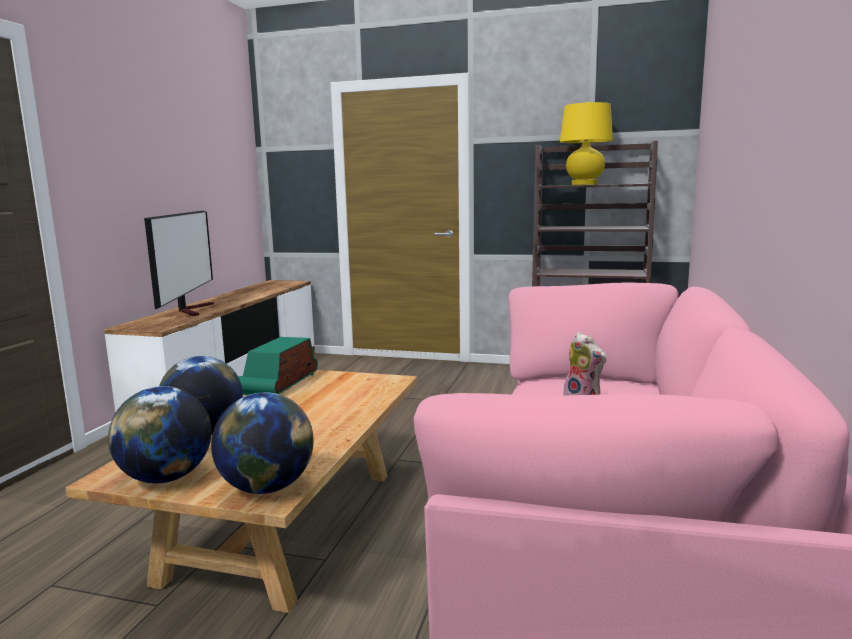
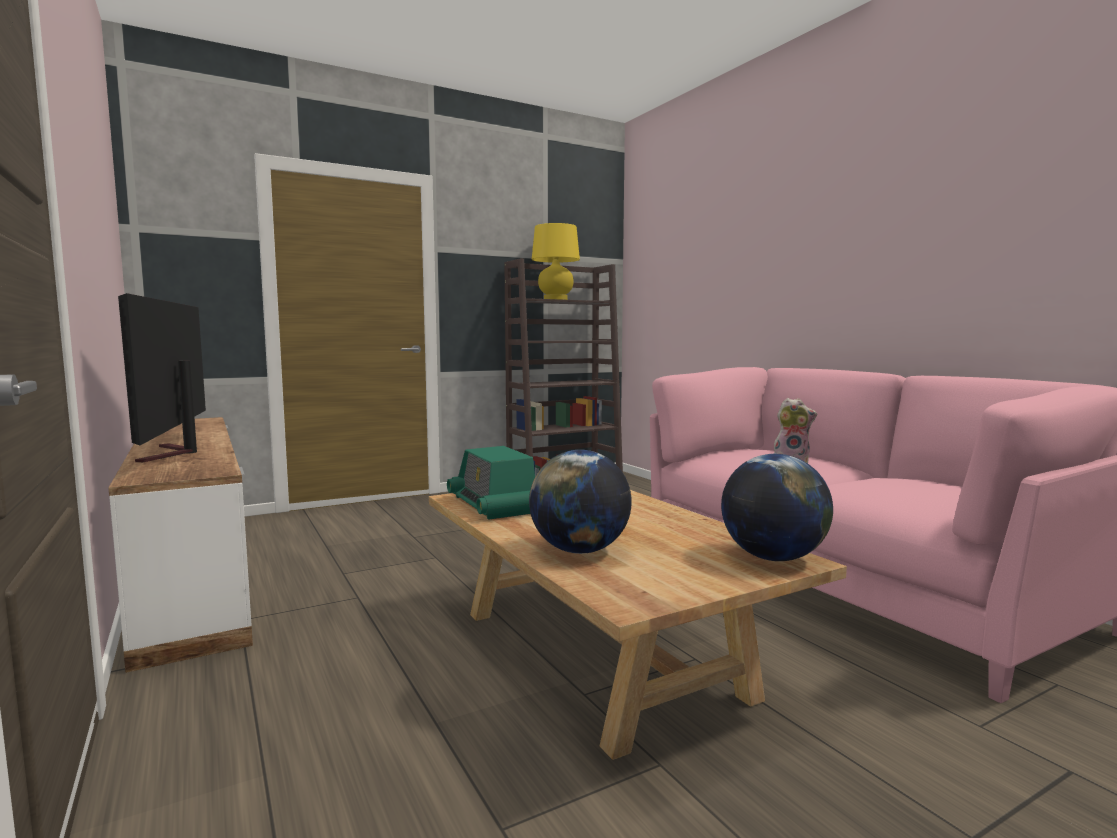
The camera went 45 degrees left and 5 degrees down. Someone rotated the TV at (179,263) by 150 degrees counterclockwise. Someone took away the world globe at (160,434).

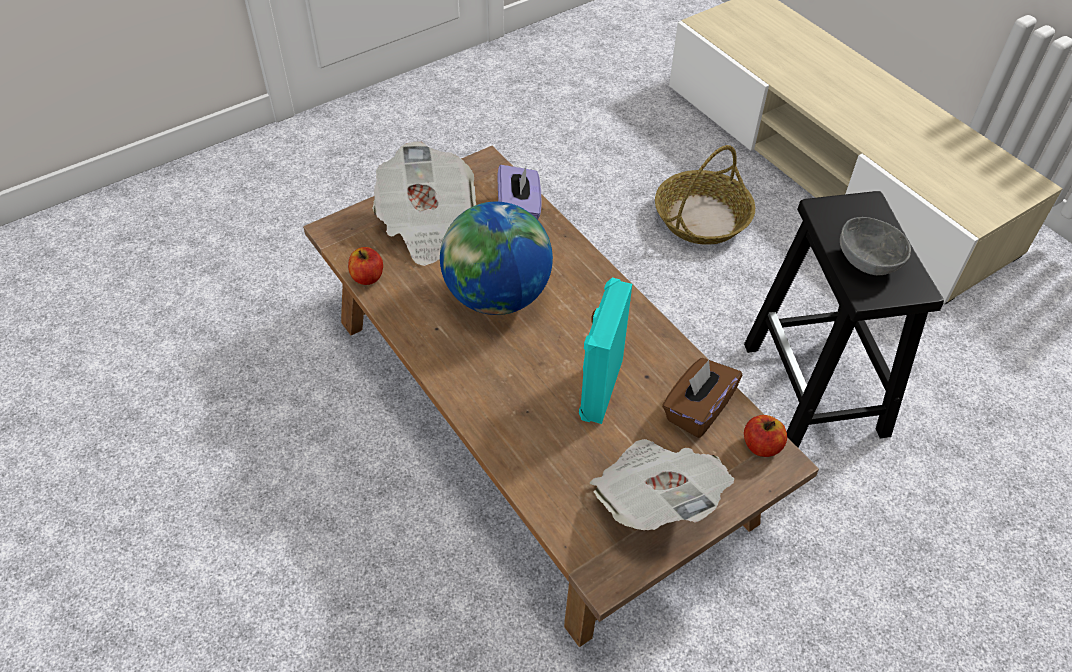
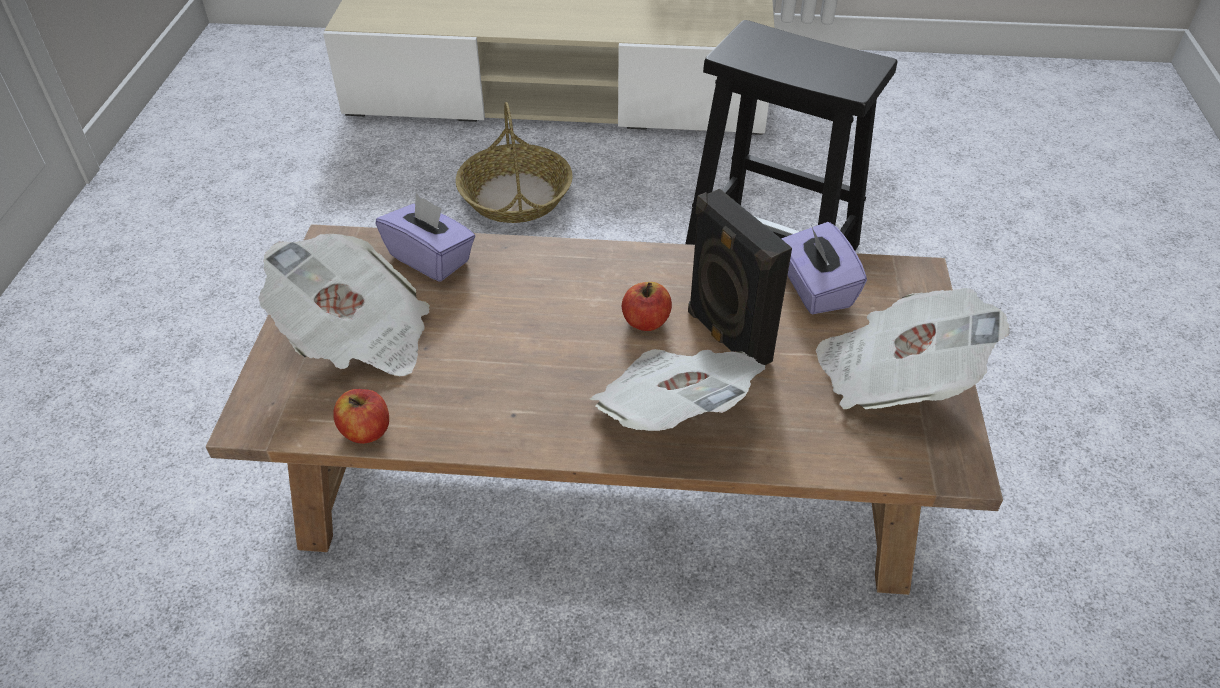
The camera went 50 degrees left and 5 degrees down. Someone put down the daily paper at (677,390). Someone carried the apple fruit from (765,436) to (647,306). Someone repainted the blue-green loudspeaker at (605,351), which became the blackish loudspeaker at (740,277). Someone repainted the brownish box of tissues at (702,398), which became the purplish box of tissues at (824,268). Someone took away the world globe at (496,258). Someone took away the greyish bowl at (875,246).

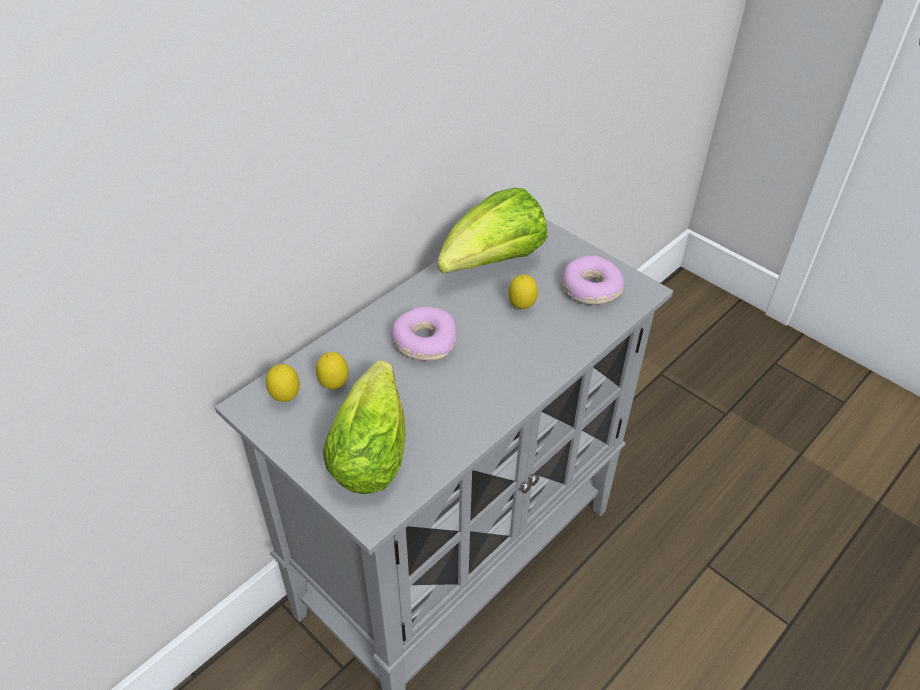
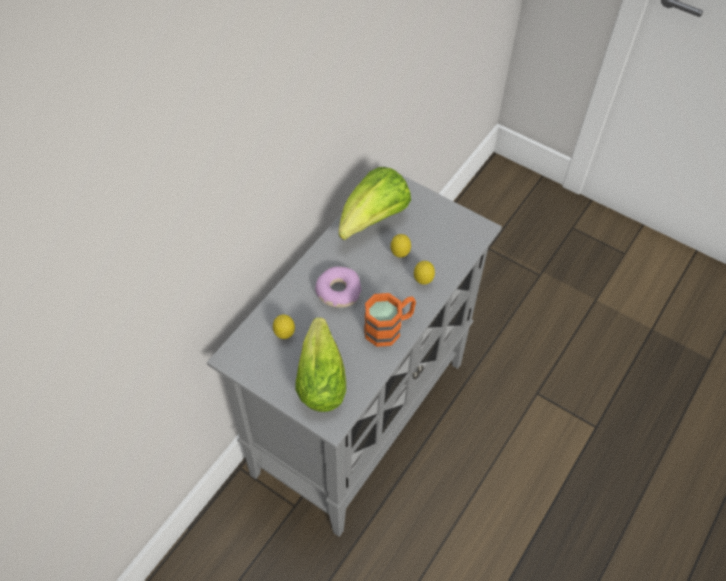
The camera went 10 degrees left and 10 degrees up. Someone put down the orange mug at (390,320). Someone carried the citrus fruit from (283,383) to (424,273). Someone took away the doughnut at (593,280).

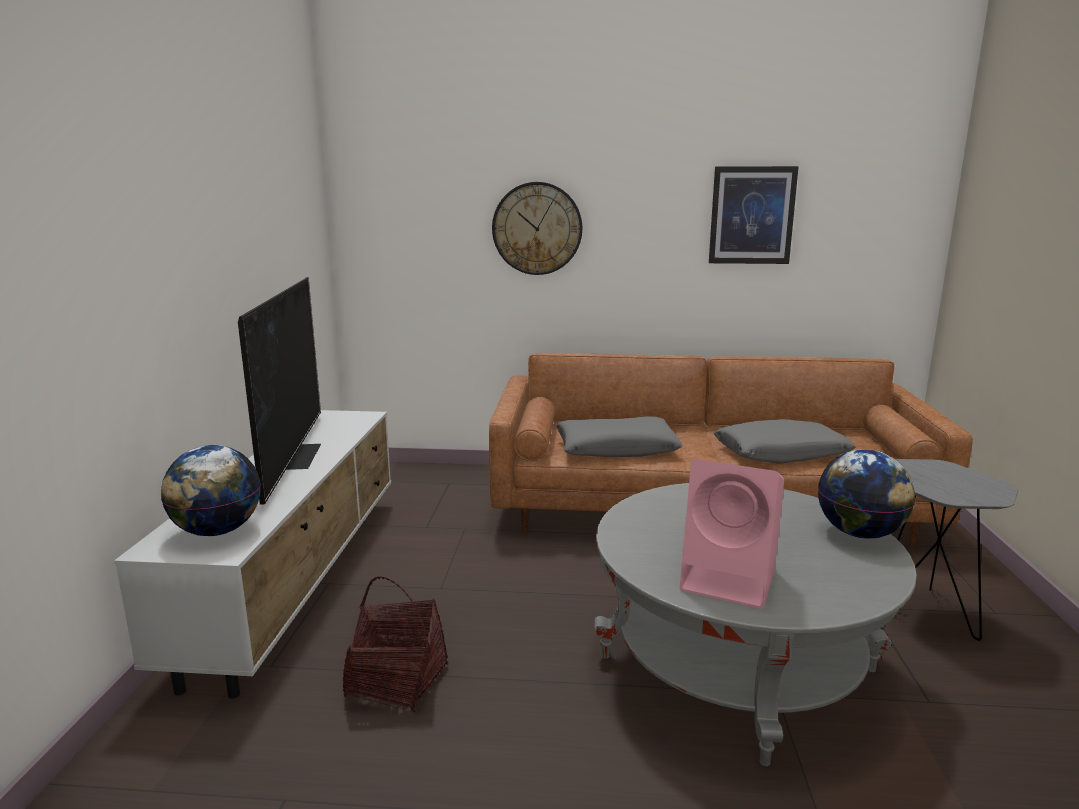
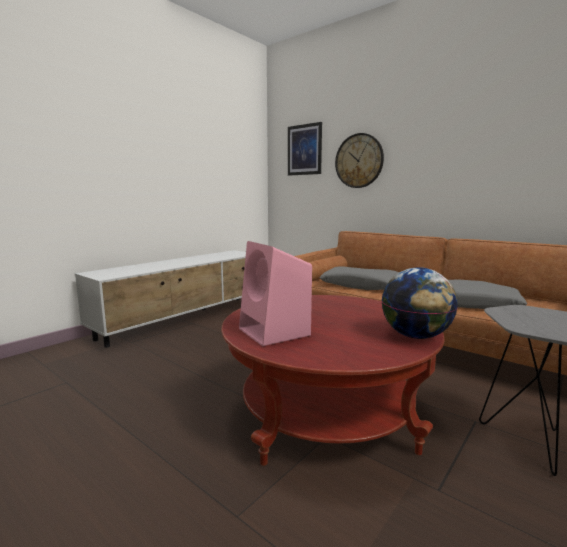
The camera went 35 degrees right and 5 degrees down. Someone repainted the greyish lounge table at (756,624), which became the reddish lounge table at (332,380). Someone carried the wall art from (754,215) to (305,149). Someone took away the world globe at (211,490). Someone took away the TV at (279,391). Someone took away the storage basket at (395,644).

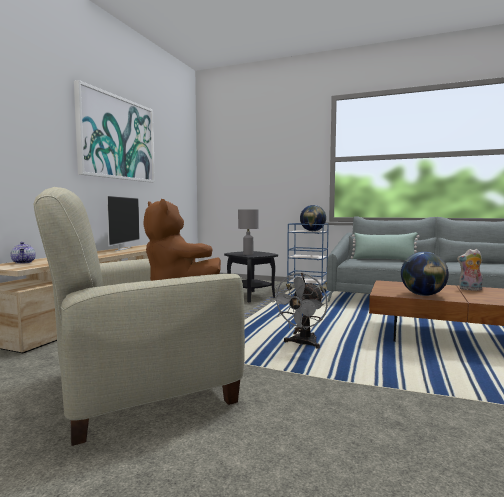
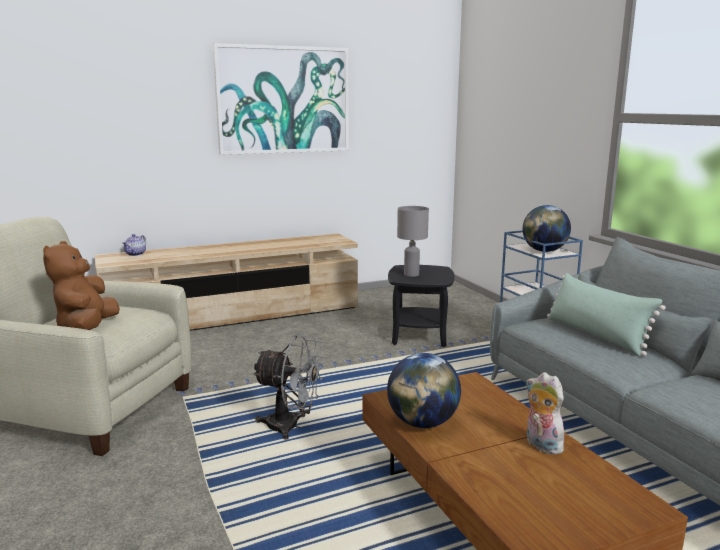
The camera went 45 degrees right and 10 degrees up. Someone rotated the greyish electric fan at (299,311) by 150 degrees counterclockwise. Someone took away the TV at (123,223).

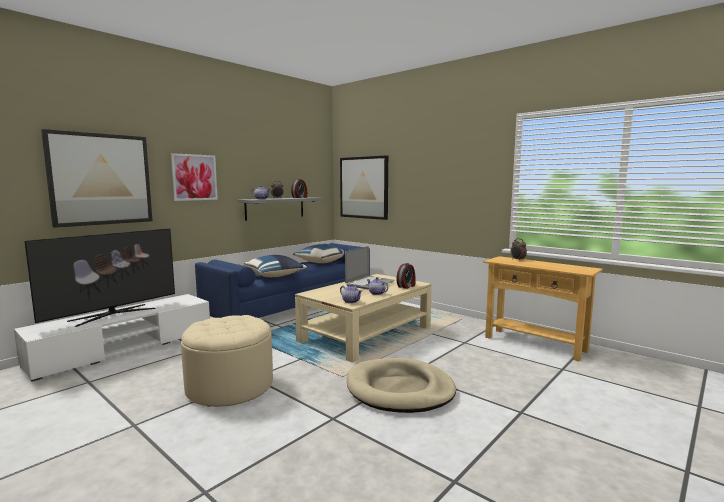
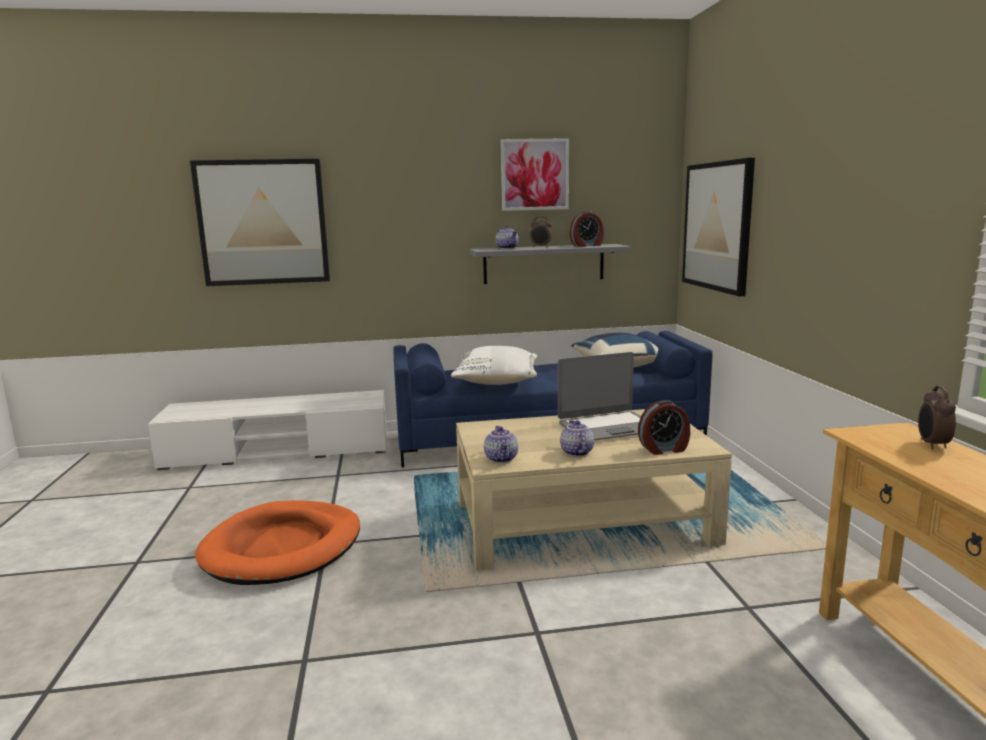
The camera went 40 degrees right and 5 degrees up. Someone swapped the beige ottoman at (227,361) for the orange dog cushion at (277,542). Someone repainted the bluish throw pillow at (275,266), which became the whitish throw pillow at (494,365). Someone carried the wall art from (194,177) to (534,174). Someone took away the TV at (100,278). Someone took away the beige dog cushion at (401,385).

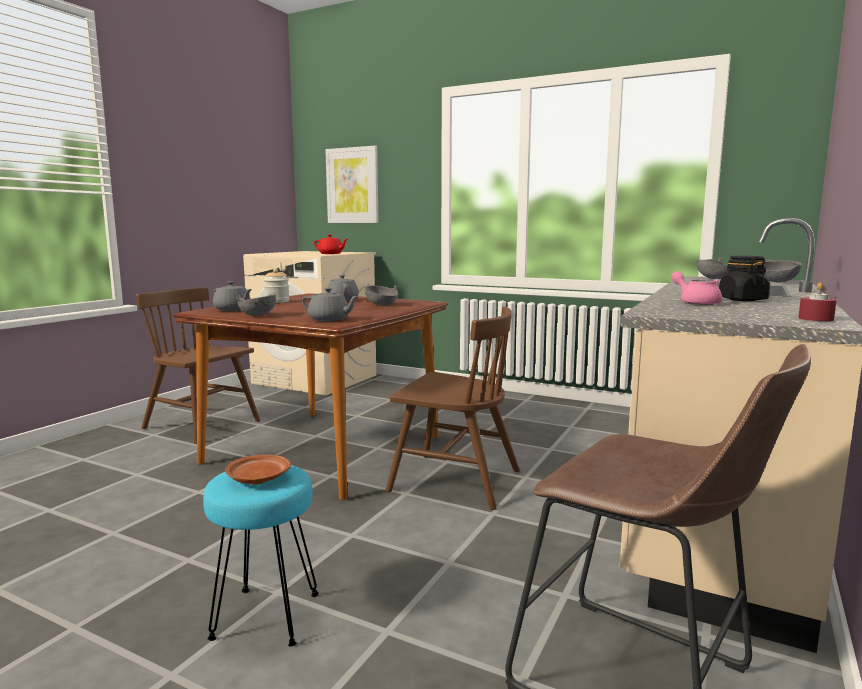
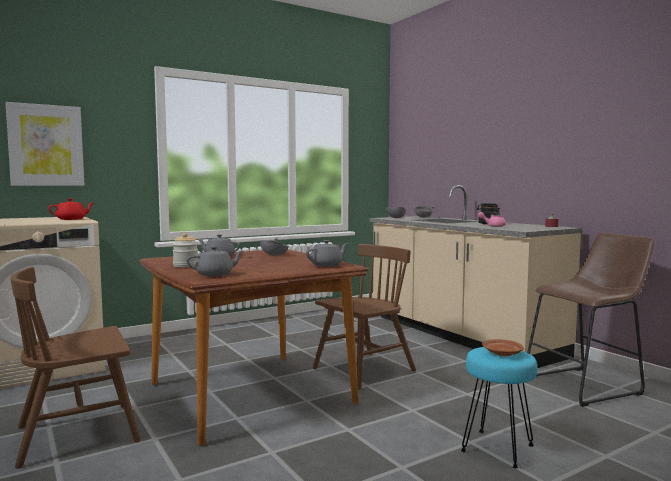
The camera went 60 degrees left and 5 degrees down. Someone took away the greyish bowl at (256,304).

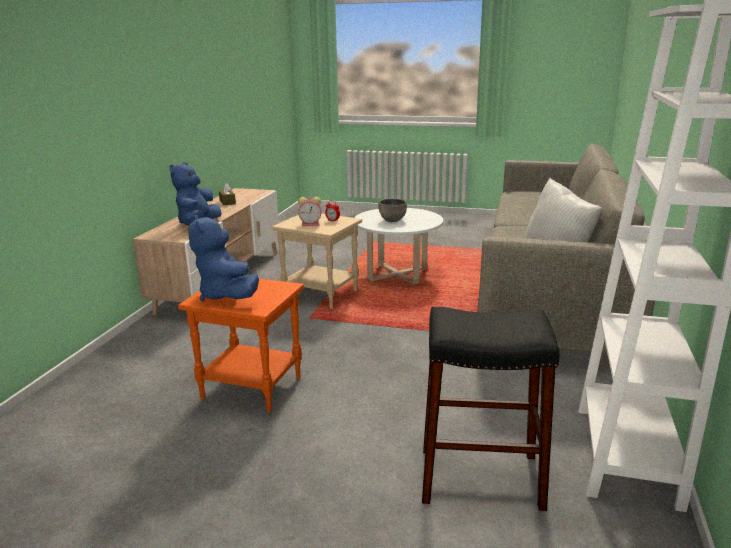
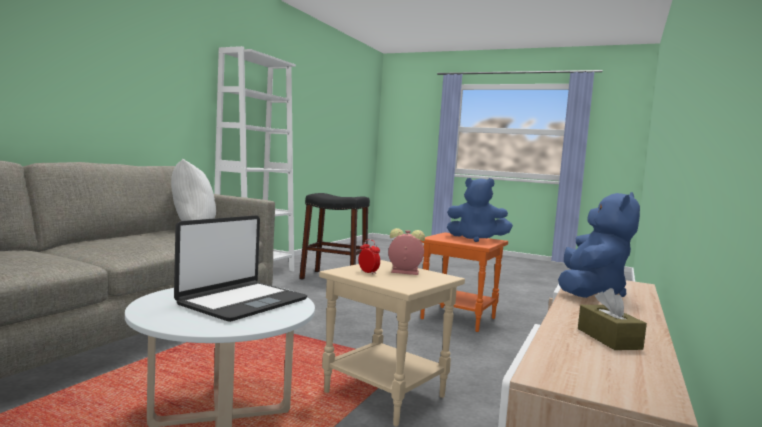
The camera went 170 degrees left and 15 degrees down. Someone swapped the greyish bowl at (392,210) for the notebook computer at (240,268). Someone rotated the bluish soft toy at (223,258) by 120 degrees clockwise.

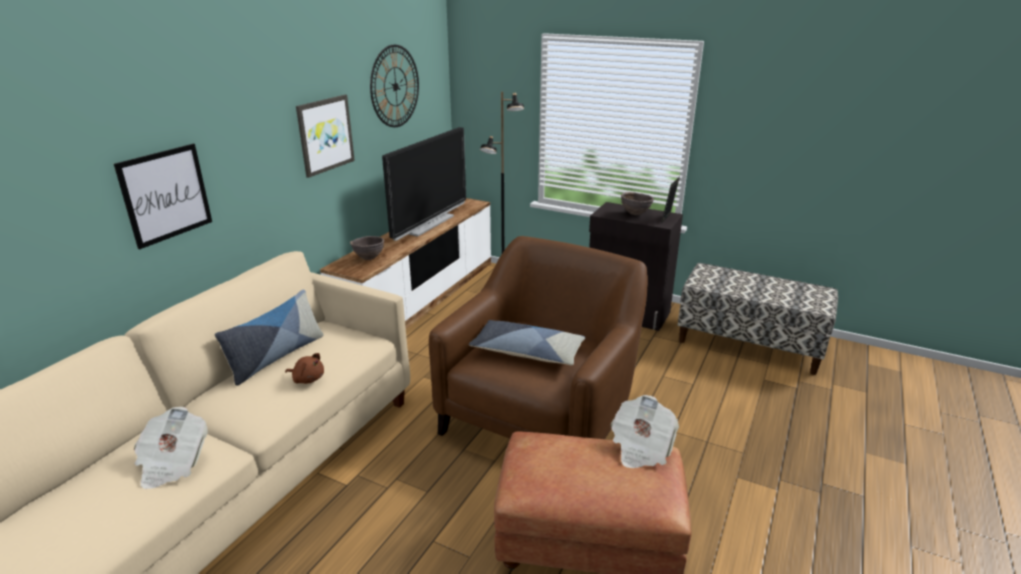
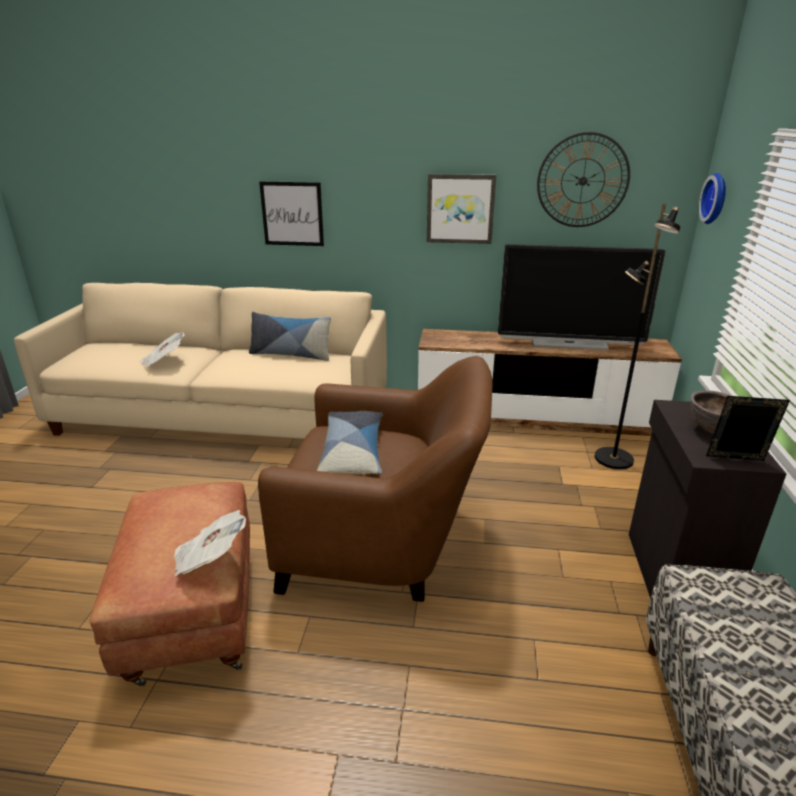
The camera went 70 degrees right and 0 degrees up. Someone put up the wall clock at (712,198). Someone took away the brownish soft toy at (304,368). Someone took away the brownish bowl at (367,248).

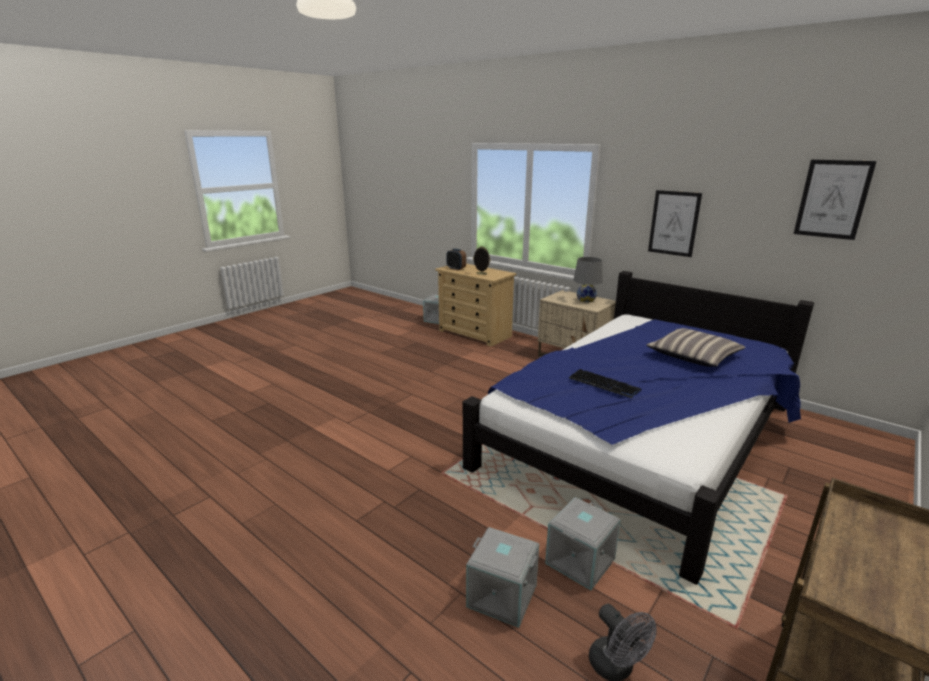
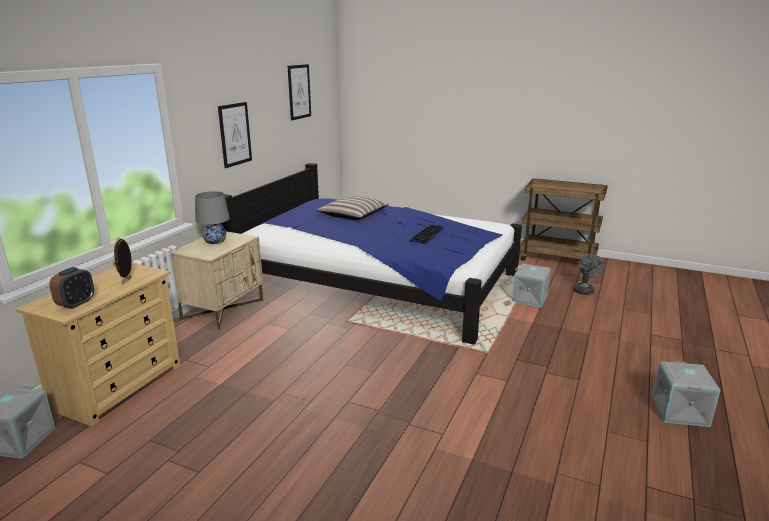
The camera went 105 degrees left and 0 degrees up. Someone carried the greyish storage bin from (502,577) to (686,394).

